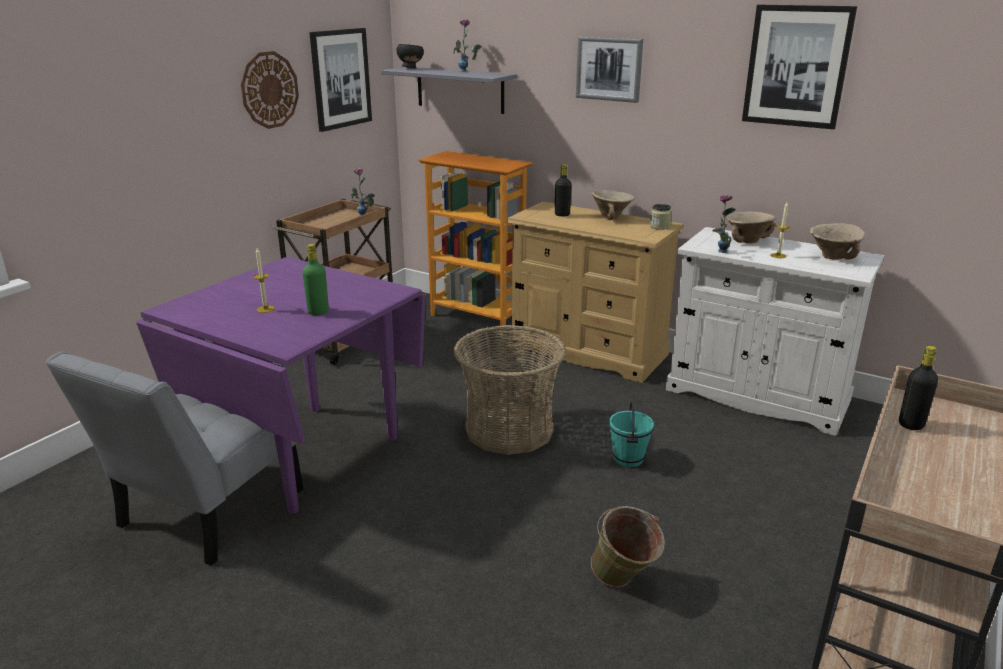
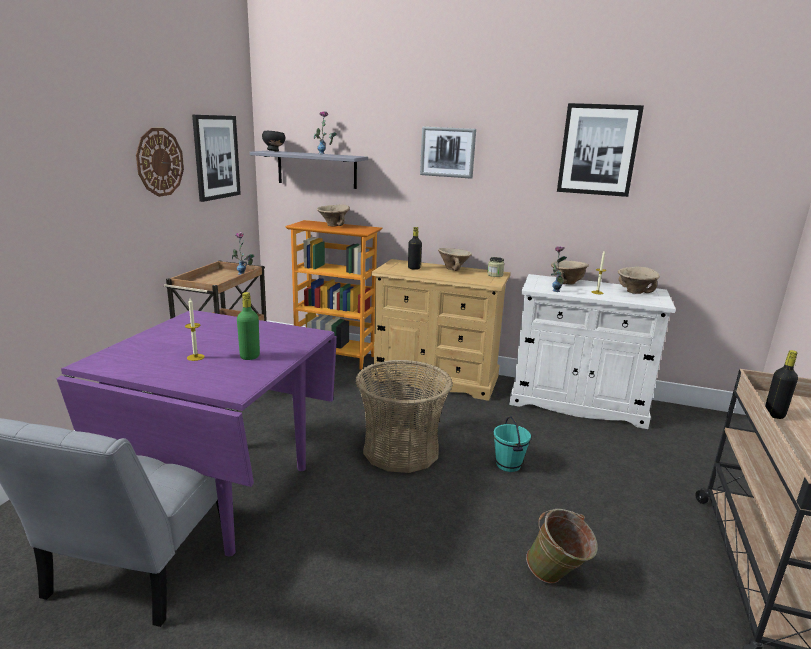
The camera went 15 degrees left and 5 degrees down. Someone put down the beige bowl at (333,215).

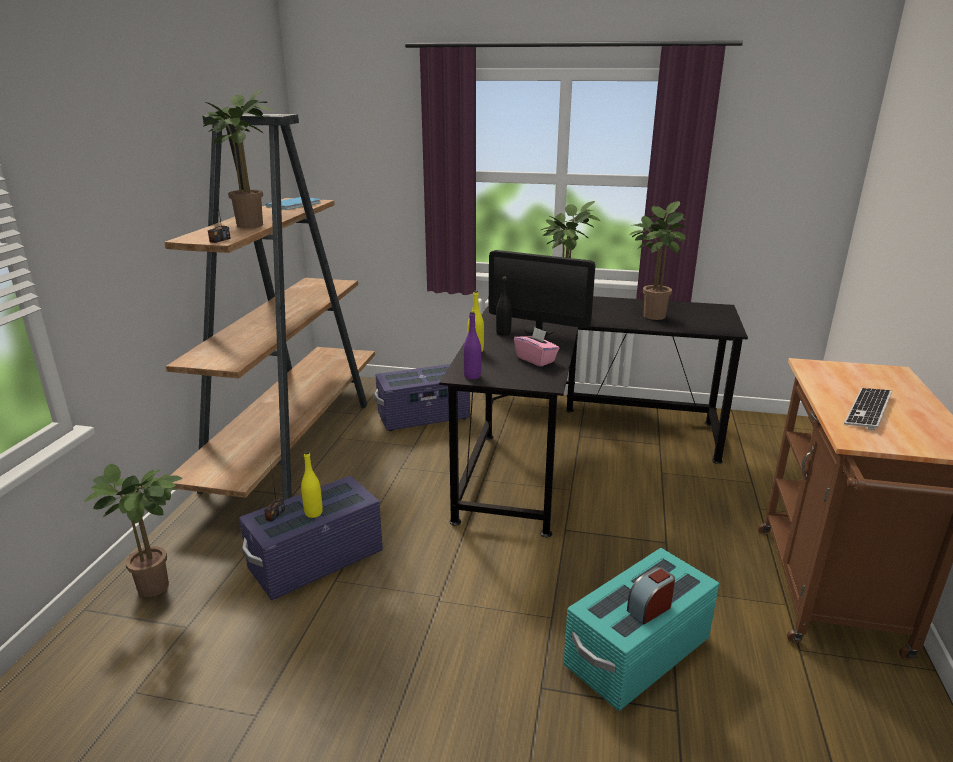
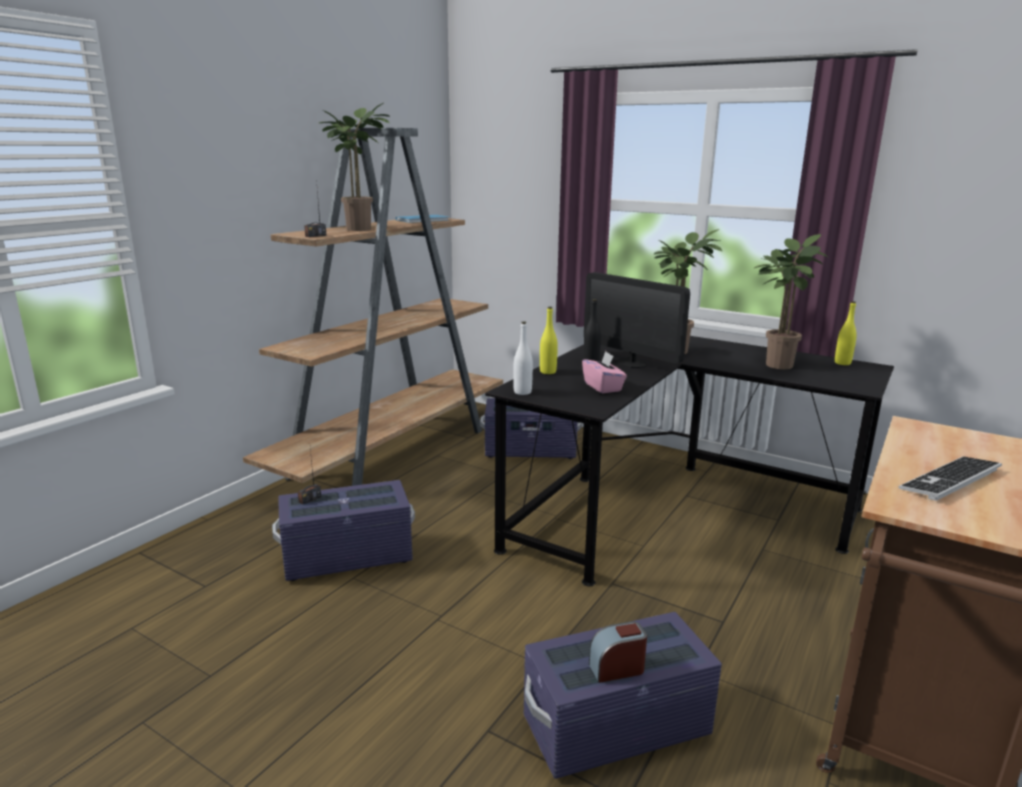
The camera went 20 degrees right and 5 degrees down. Someone repainted the purplish beverage bottle at (472,345), which became the whitish beverage bottle at (523,358). Someone repainted the blue-green storage bin at (641,629), which became the purplish storage bin at (623,695). Someone carried the yellow-coloured beverage bottle from (312,484) to (846,333). Someone took away the houseplant at (133,530).

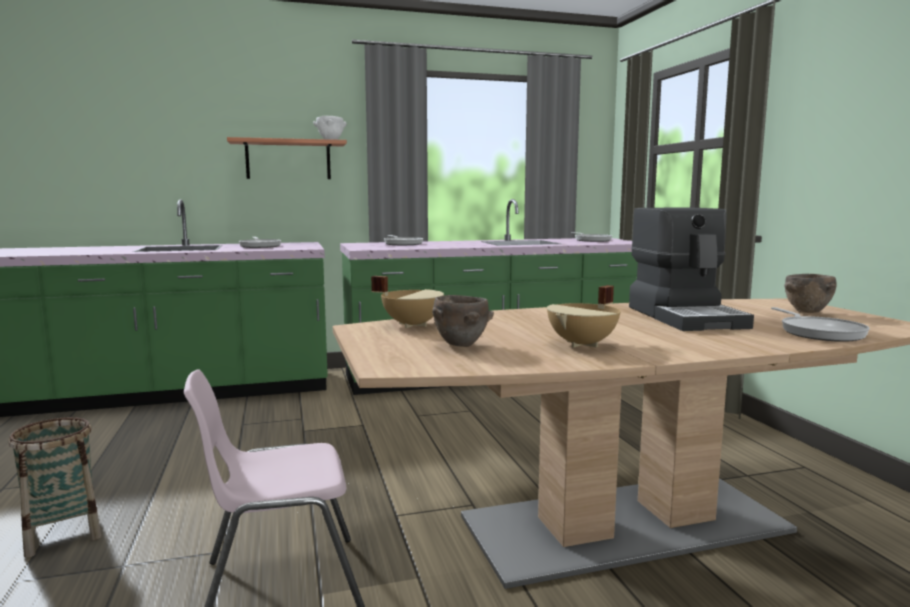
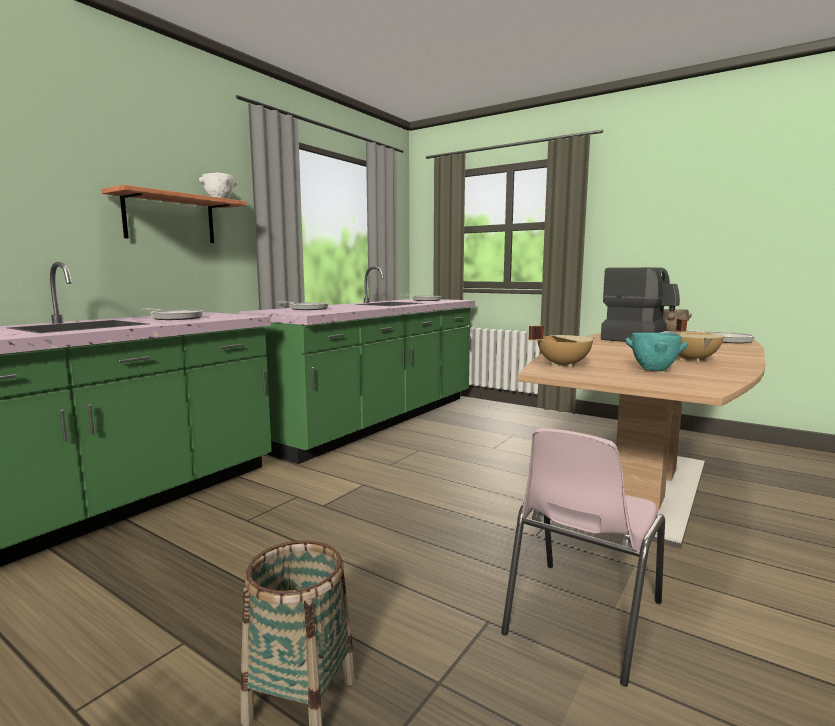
The camera went 40 degrees left and 0 degrees up. Someone repainted the brownish bowl at (463,321), which became the blue-green bowl at (656,352).

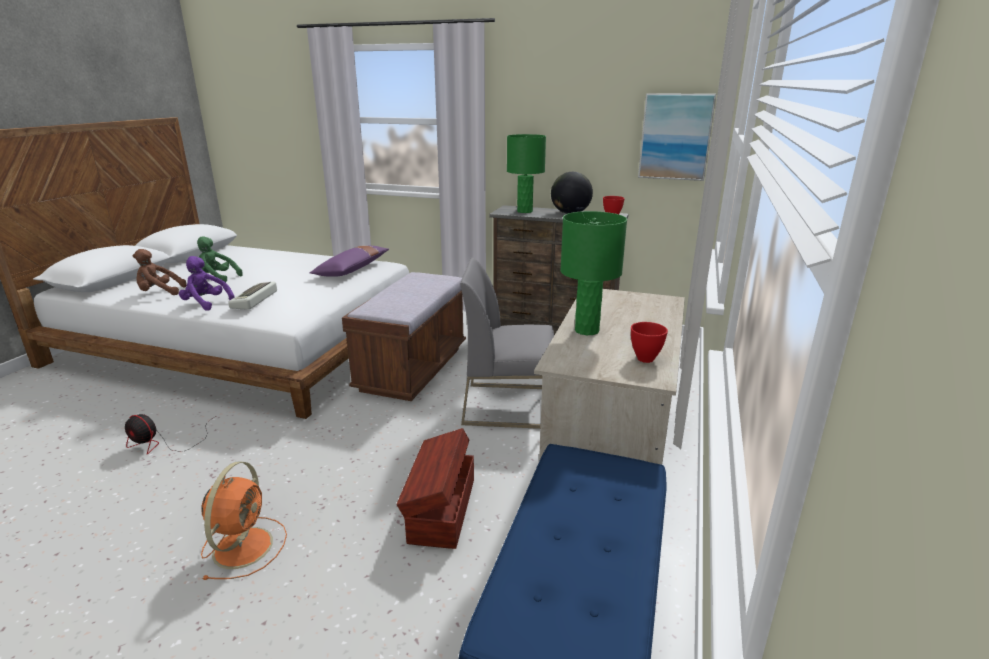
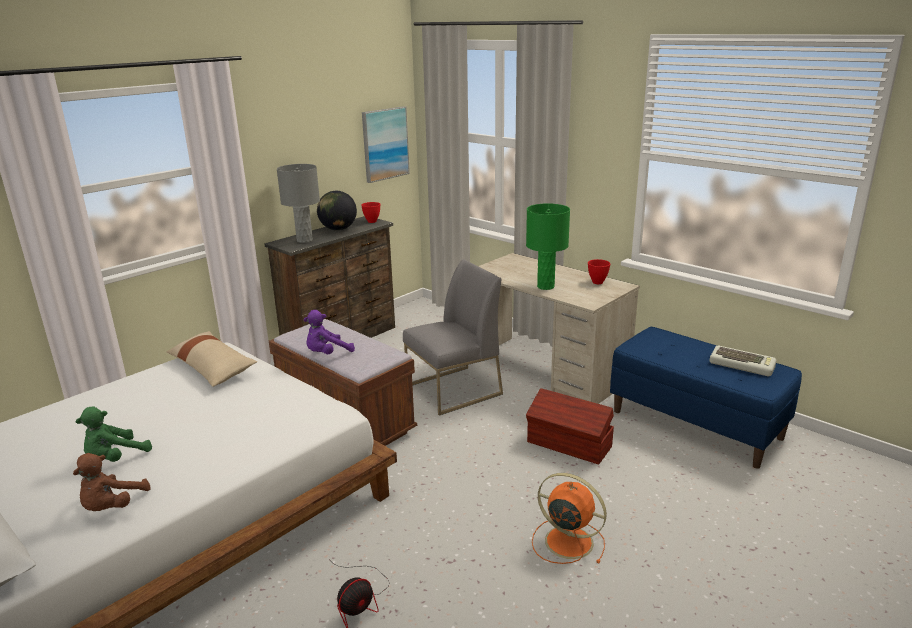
The camera went 65 degrees left and 0 degrees up. Someone repainted the purplish throw pillow at (349,261), which became the beige throw pillow at (211,359). Someone repainted the green table lamp at (526,173), which became the greyish table lamp at (298,203). Someone carried the purplish soft toy from (207,283) to (329,332). Someone rotated the greyish plain chair at (507,343) by 150 degrees counterclockwise. Someone carried the keyboard from (252,296) to (743,361).

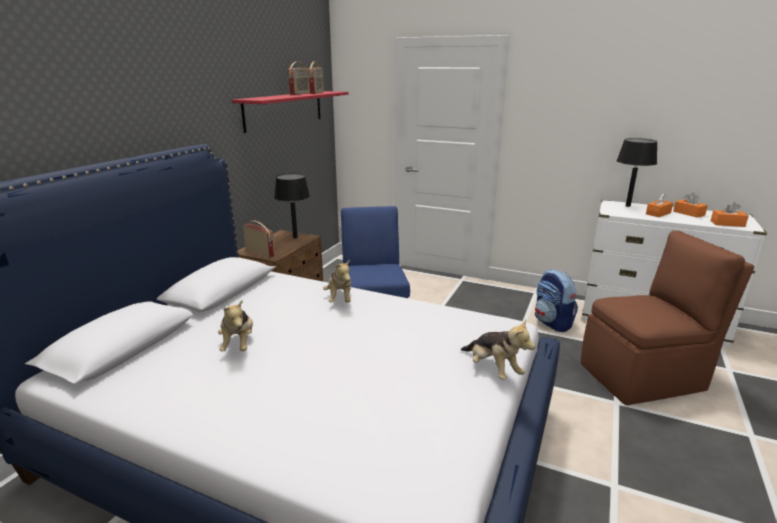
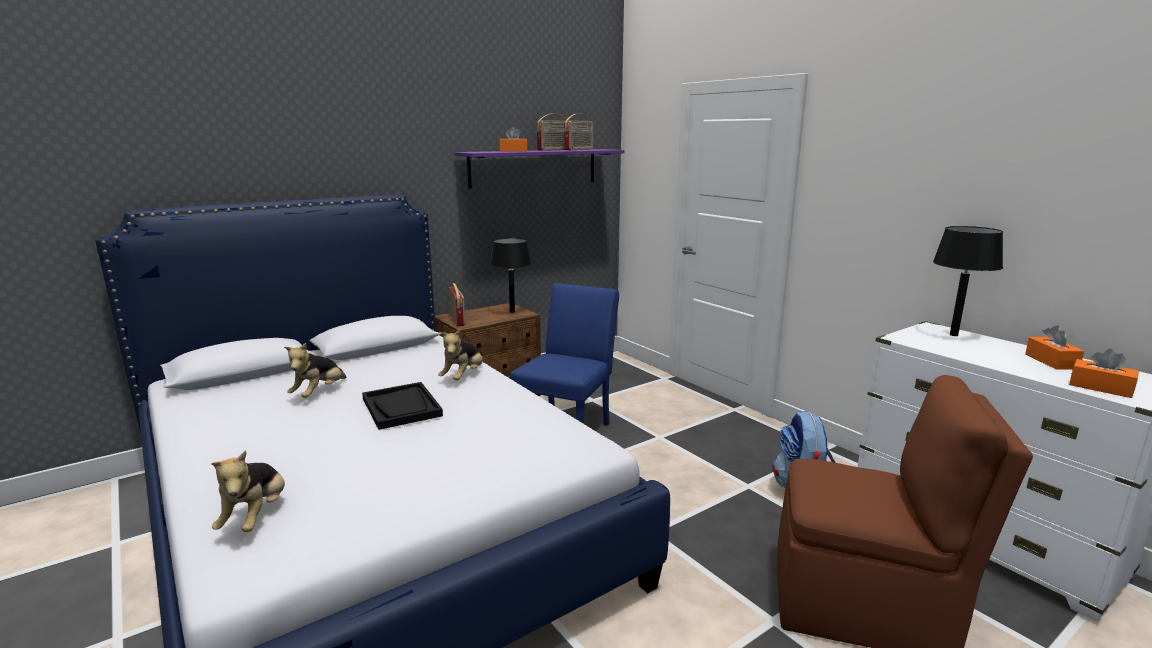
The camera went 30 degrees right and 5 degrees down. Someone carried the soft toy from (498,350) to (248,491). Someone put down the blackish tray at (402,406). Someone repainted the reddish bracket shelf at (290,112), which became the purplish bracket shelf at (539,169). Someone carried the orange box of tissues from (659,205) to (513,139).

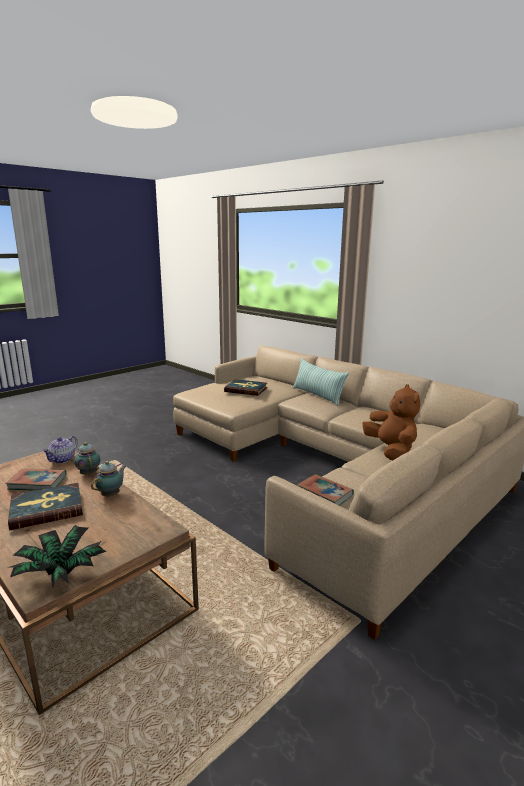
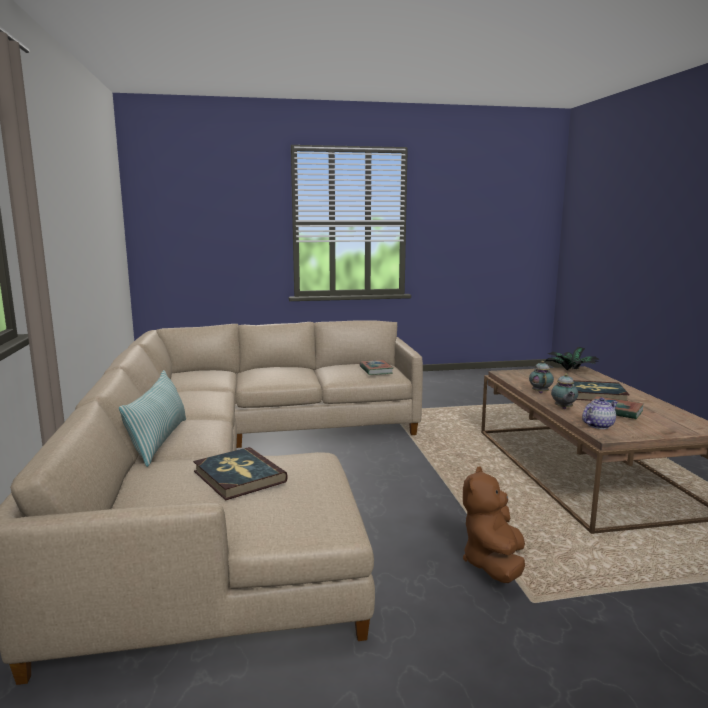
The camera went 145 degrees left and 5 degrees down. Someone carried the brownish soft toy from (391,422) to (494,524). Someone rotated the tea pot at (108,479) by 120 degrees clockwise.

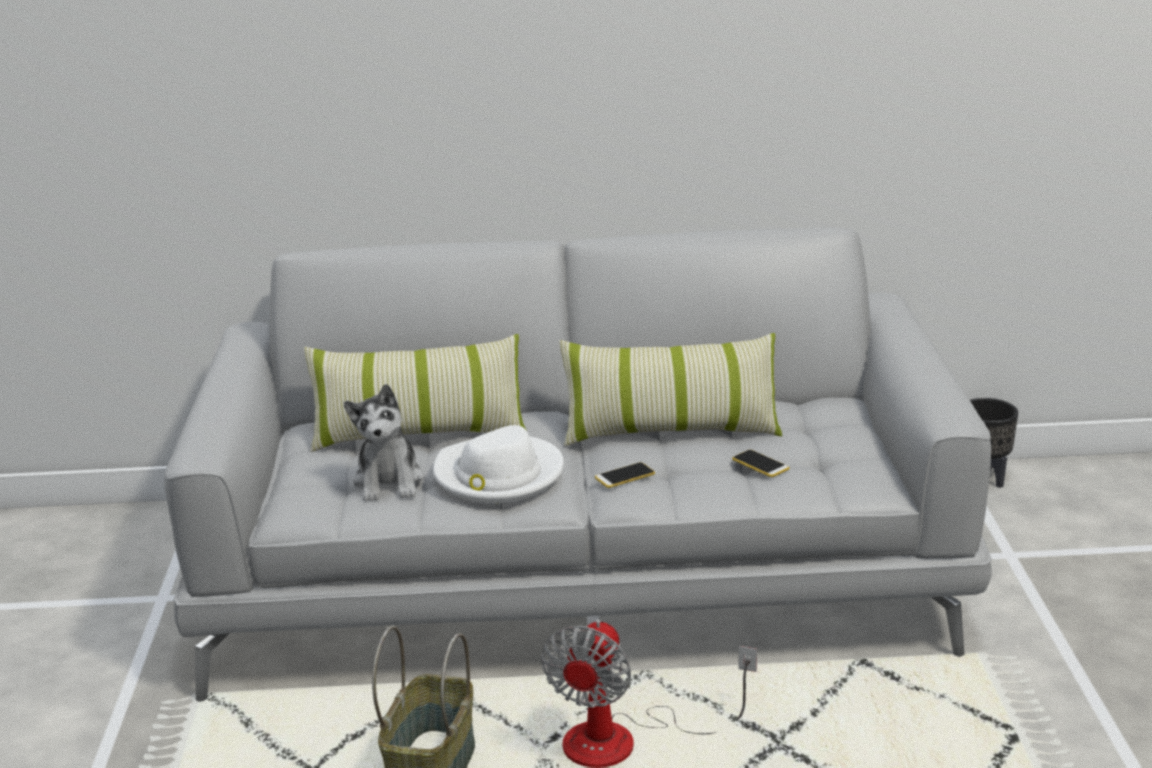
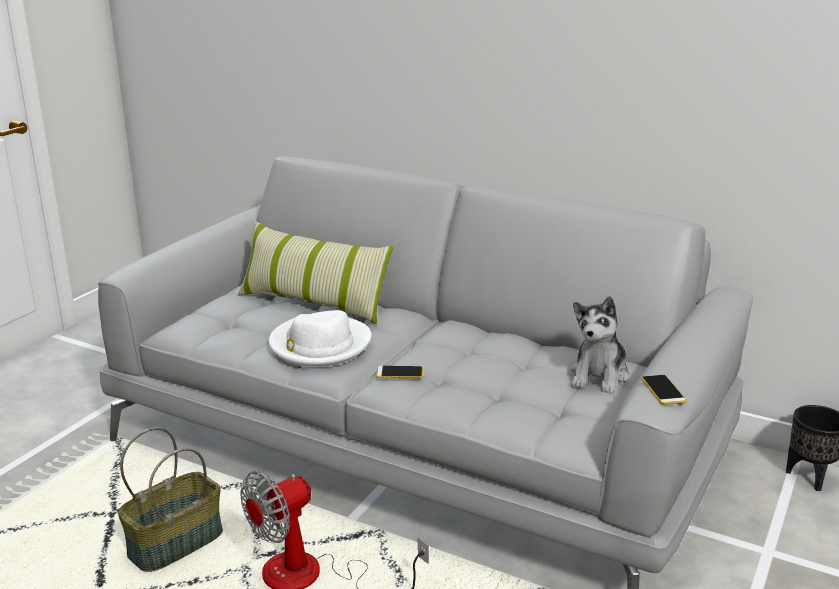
The camera went 30 degrees right and 0 degrees up. Someone carried the soft toy from (384,443) to (600,345). Someone carried the handset from (761,463) to (663,390). Someone took away the throw pillow at (670,389).

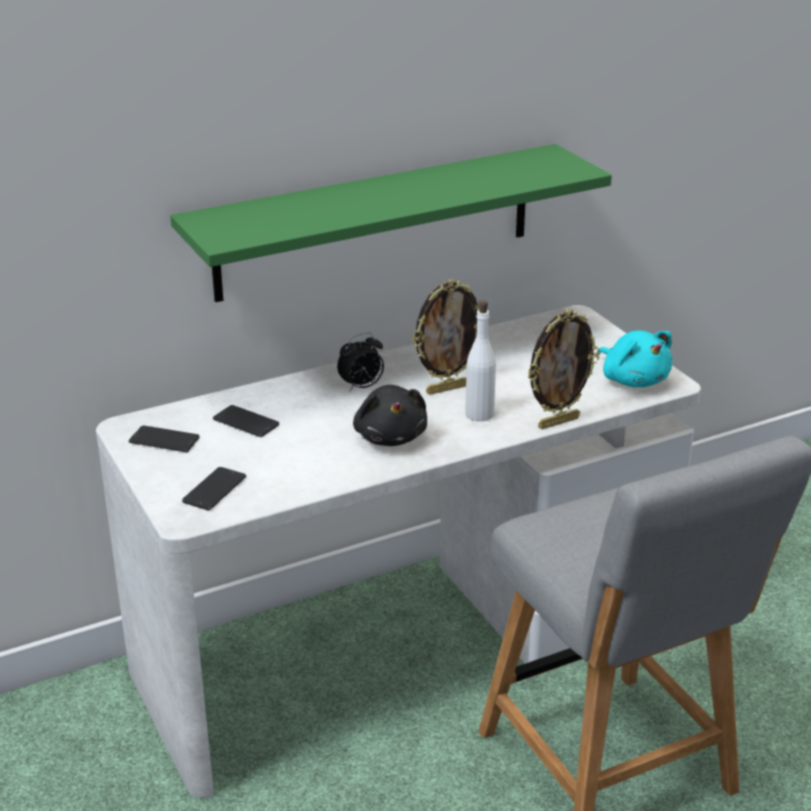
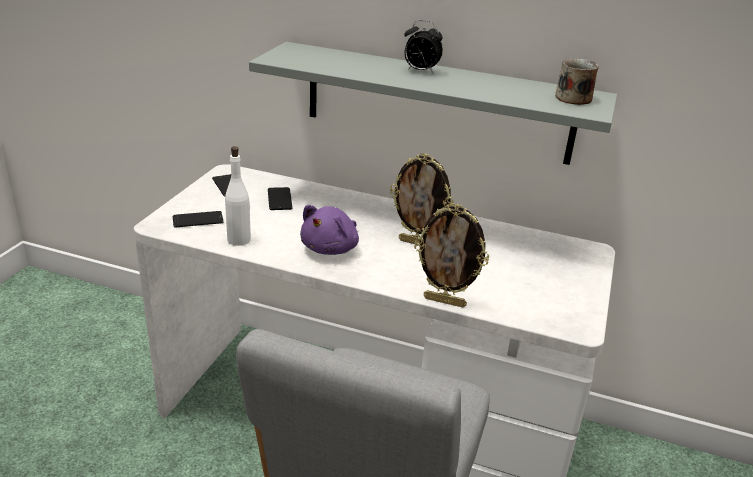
The camera went 45 degrees right and 0 degrees up. Someone carried the whitish beverage bottle from (480,360) to (238,196). Someone repainted the green bracket shelf at (391,223), which became the greyish bracket shelf at (433,103). Someone repainted the blackish soft toy at (390,415), which became the purplish soft toy at (329,230). Someone carried the alarm clock from (360,362) to (423,46). Someone put down the mug at (577,82). Someone took away the blue-green soft toy at (635,358).

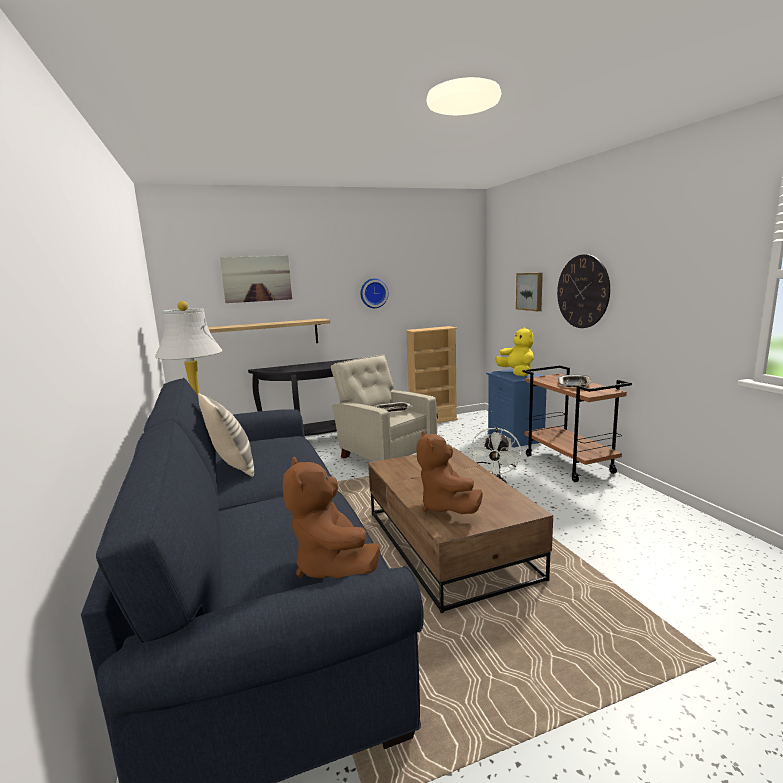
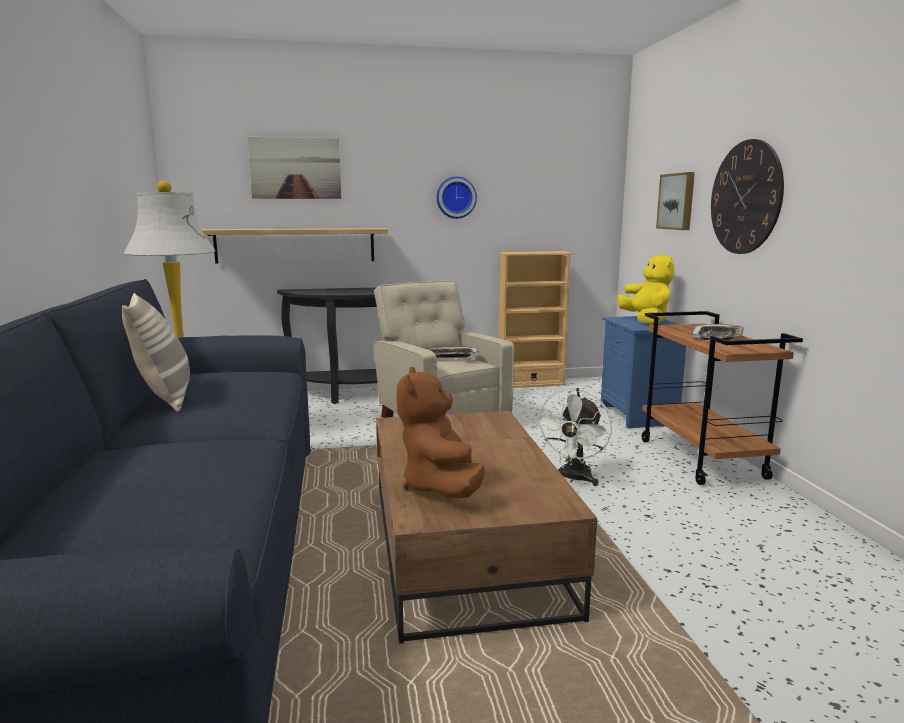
The camera went 10 degrees right and 0 degrees up. Someone took away the brownish soft toy at (331,518).

